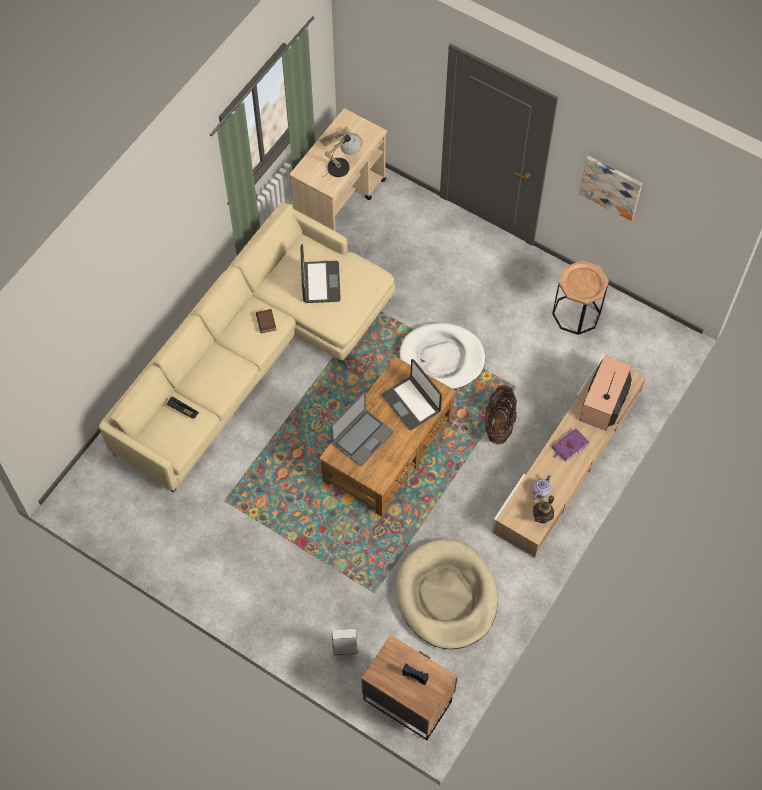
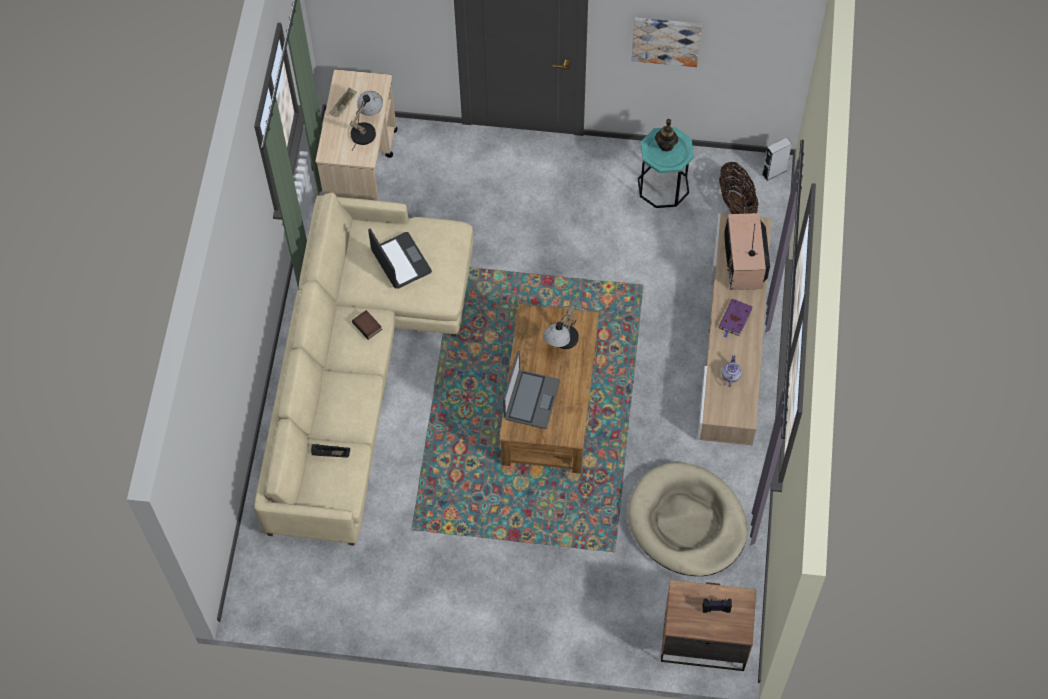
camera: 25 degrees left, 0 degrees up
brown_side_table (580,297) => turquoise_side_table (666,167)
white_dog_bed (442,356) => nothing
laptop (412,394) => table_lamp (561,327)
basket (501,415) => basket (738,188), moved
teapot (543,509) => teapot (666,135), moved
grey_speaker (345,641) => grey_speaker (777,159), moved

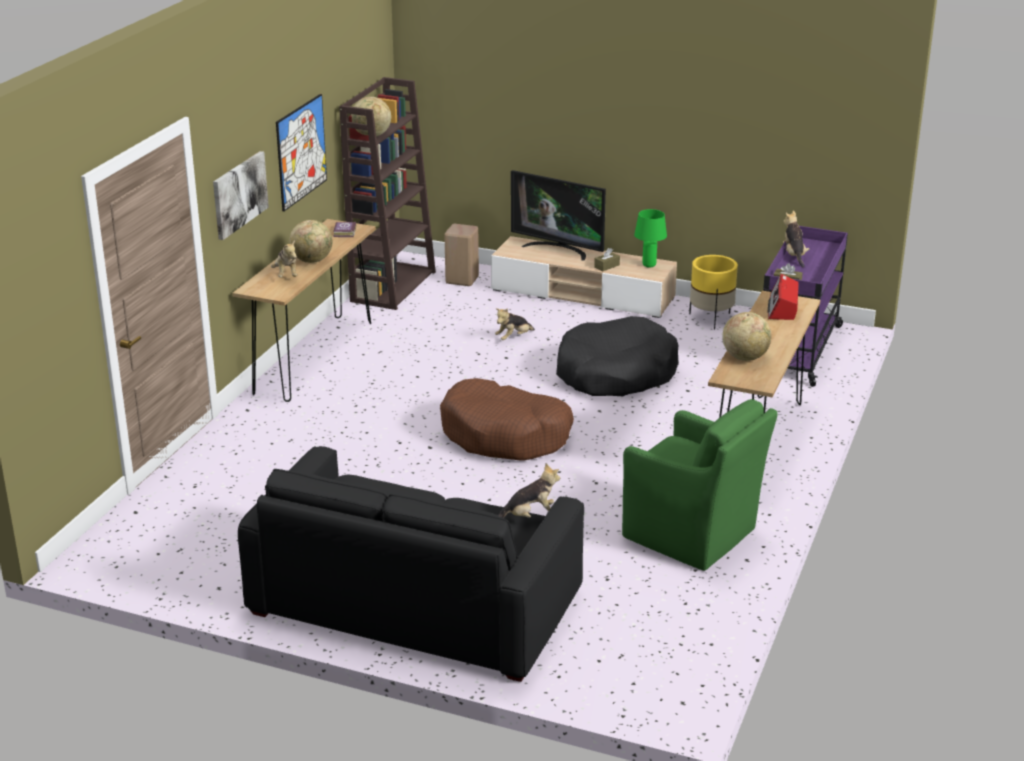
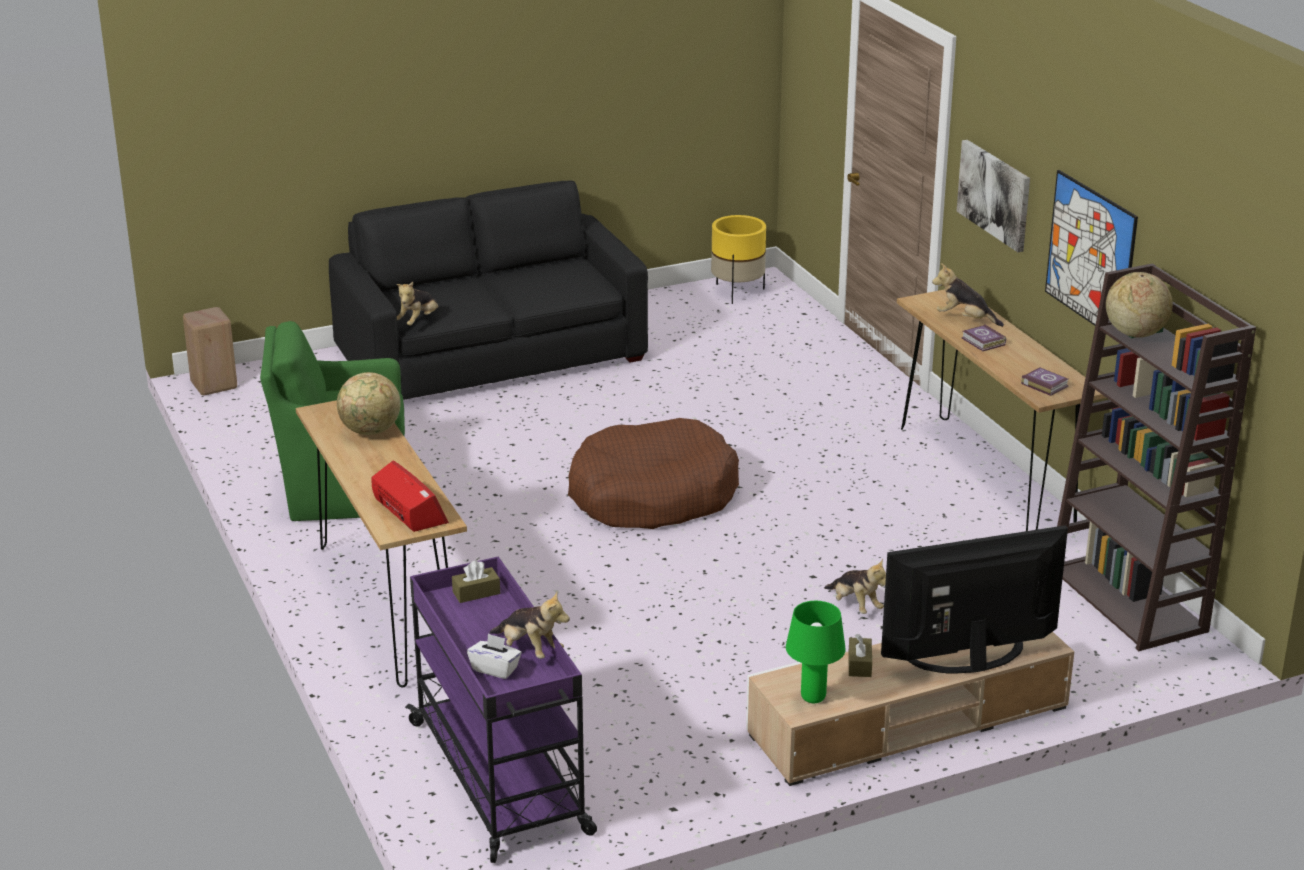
camera: 135 degrees right, 0 degrees up
globe (311,241) => book (984,337)
beige_stool (461,255) => beige_stool (210,351), moved
yellow_planter (713,292) => yellow_planter (738,259), moved
plush_toy (515,324) => plush_toy (855,586), 135 degrees clockwise
black_dog_bed (617,356) => nothing
nothing => white_tissue_box (494,656)

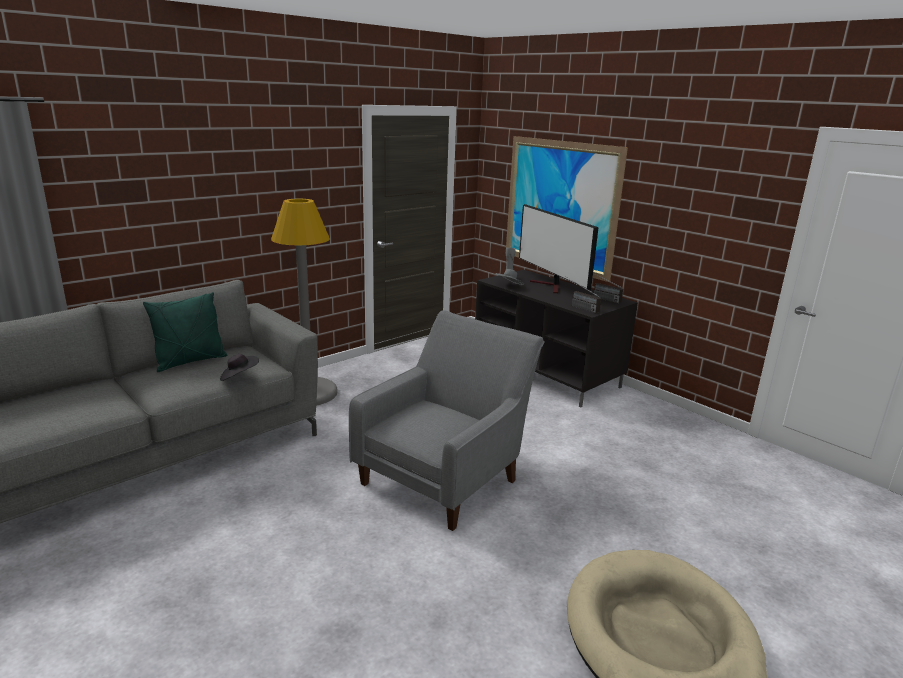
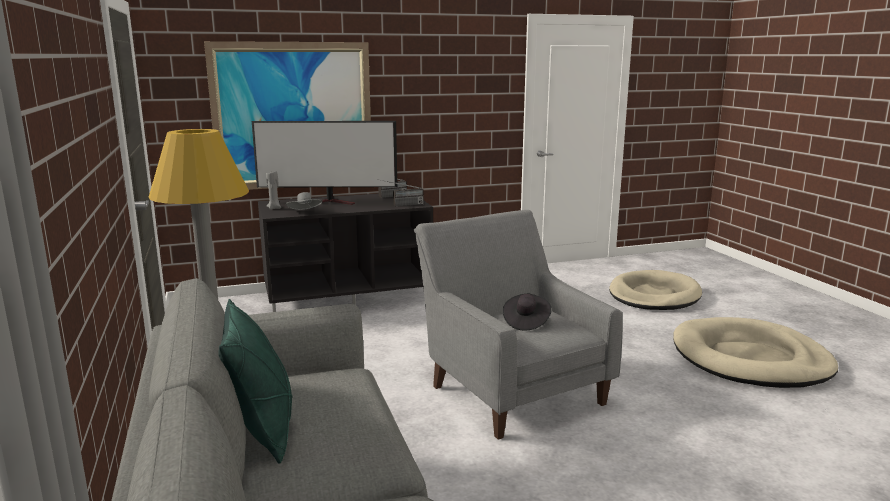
camera: 65 degrees left, 5 degrees down
black_hat (239,367) => black_hat (527,312), moved
nothing => beige_dog_bed (655,290)

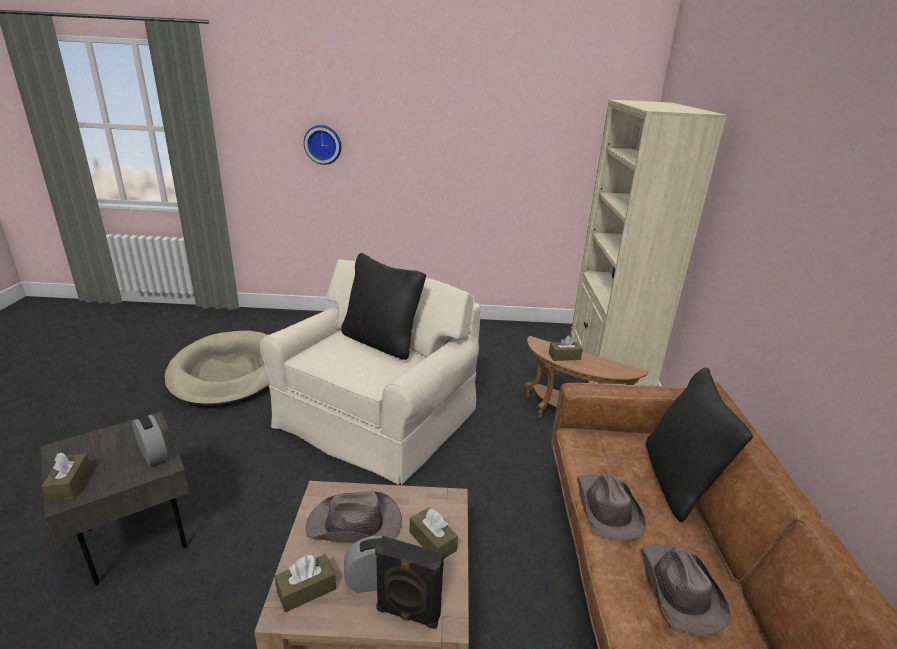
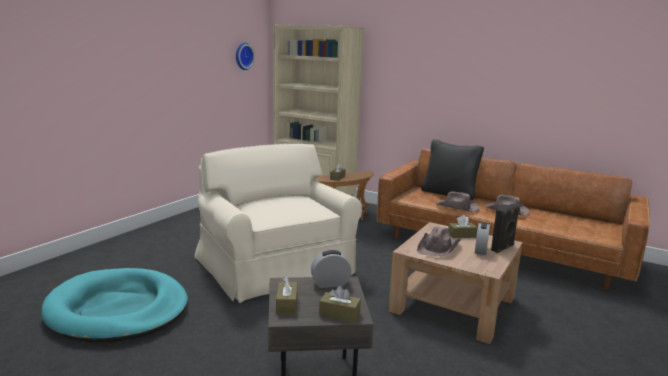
camera: 60 degrees left, 10 degrees down
wall_clock (322,145) => wall_clock (245,56), moved
black_pillow (383,306) => nothing
beige_dog_bed (217,369) => turquoise_dog_bed (114,305)
brown_tissue_box (305,583) => brown_tissue_box (286,295), moved

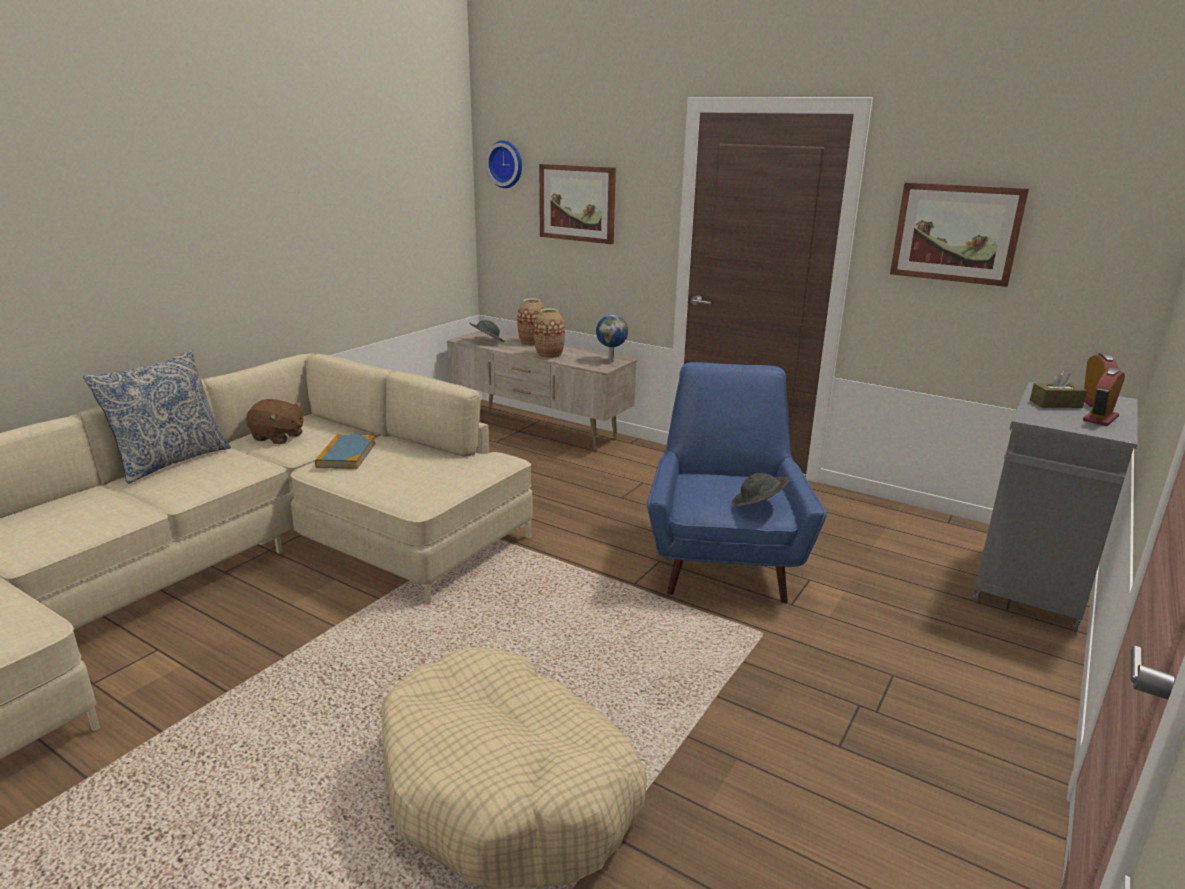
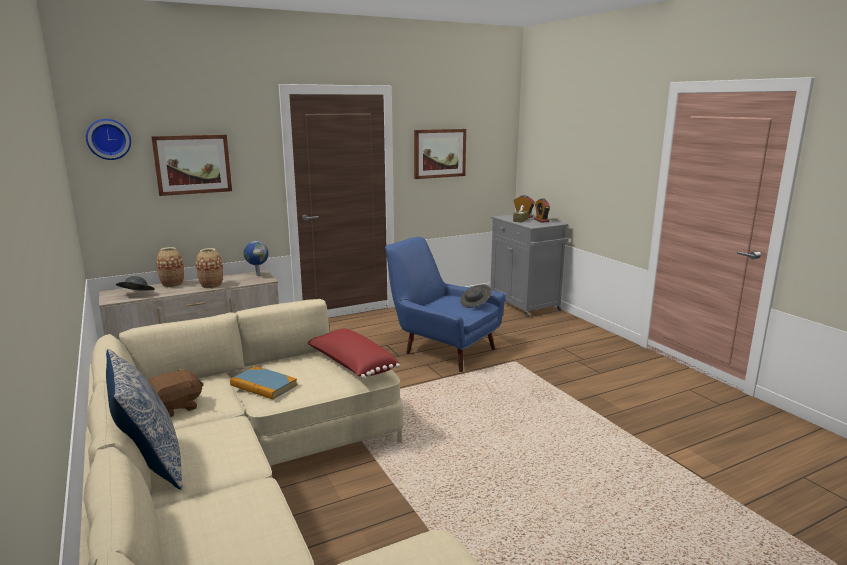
camera: 60 degrees left, 5 degrees down
beige_dog_bed (514,768) => nothing
nothing => red_pillow (353,353)

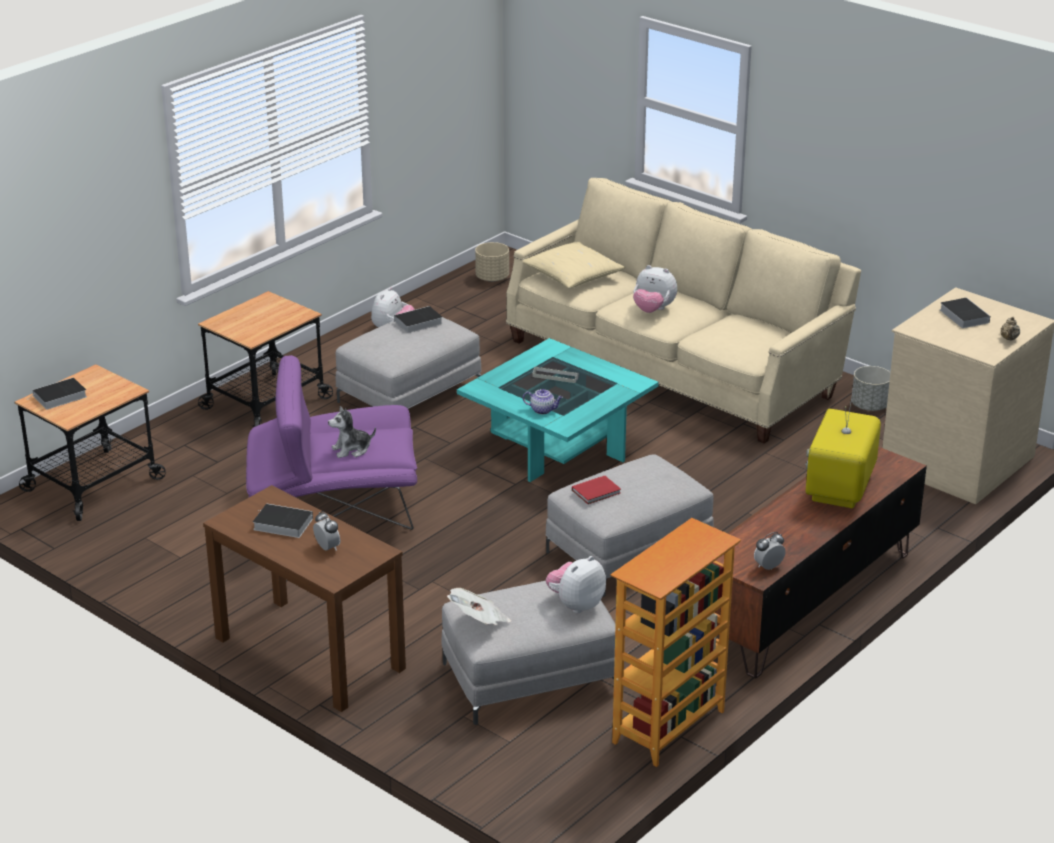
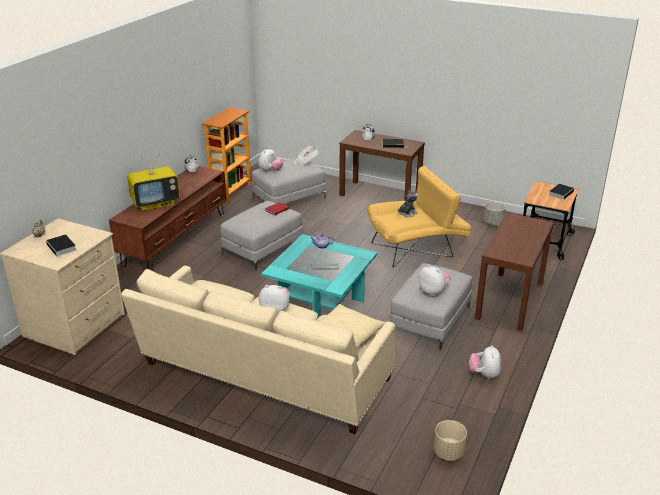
camera: 165 degrees right, 0 degrees up
cart (265,359) => brown_console_table (514,272)
book (416,319) => plush_toy (434,280)
purple_armchair (331,442) => yellow_armchair (419,216)
grey_planter (871,388) => grey_planter (495,213), moved
television (843,448) => television (153,183), 60 degrees clockwise

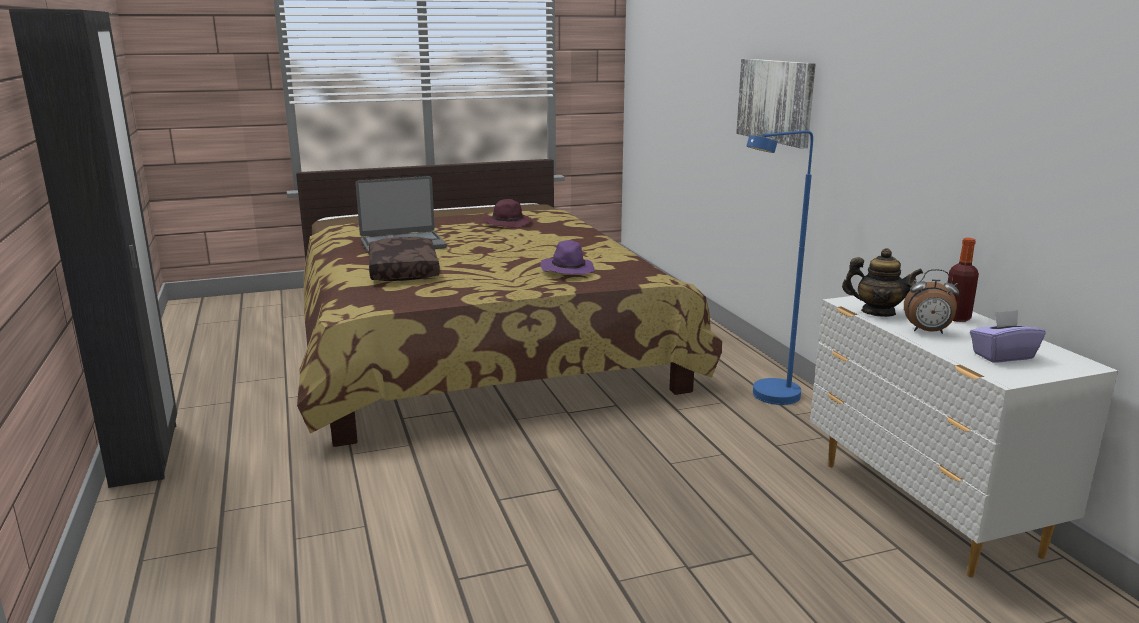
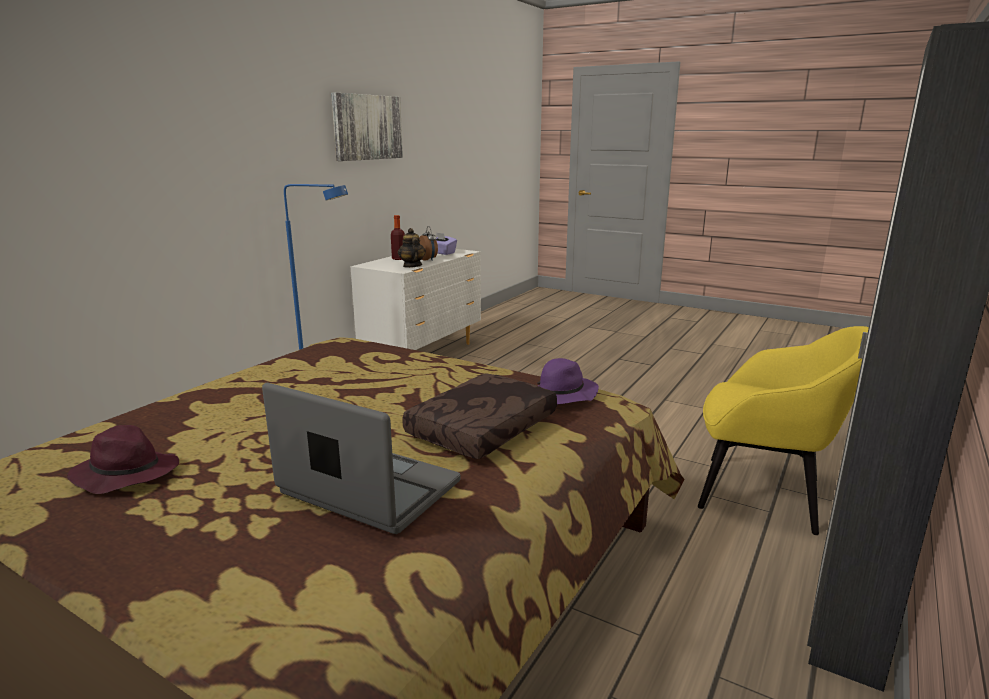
camera: 130 degrees left, 0 degrees up
picture (776,104) => picture (367,126), moved
purple_hat (567,257) => purple_hat (568,381), moved
nothing => yellow_armchair (783,430)

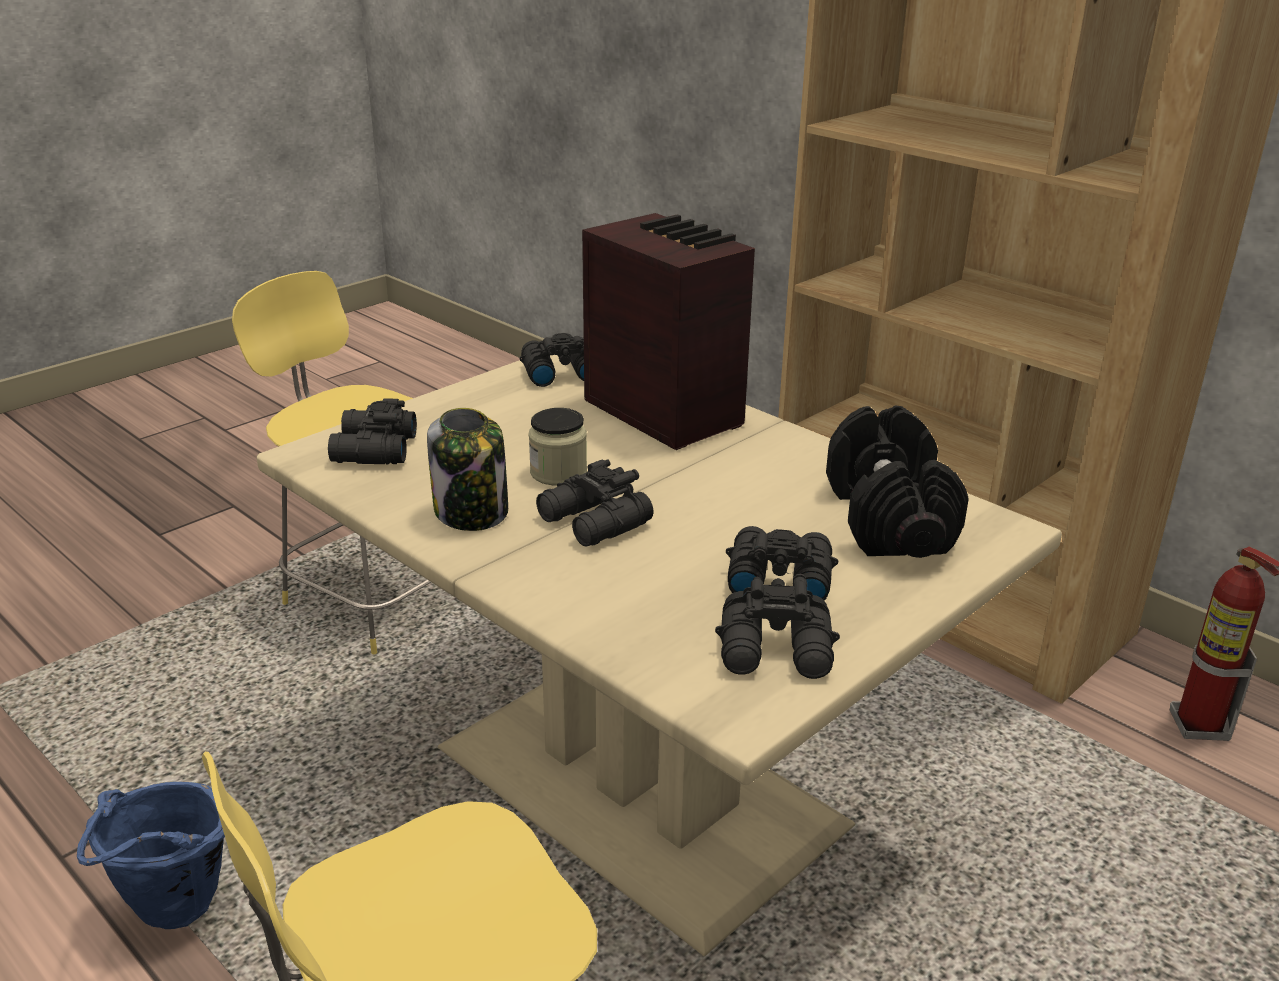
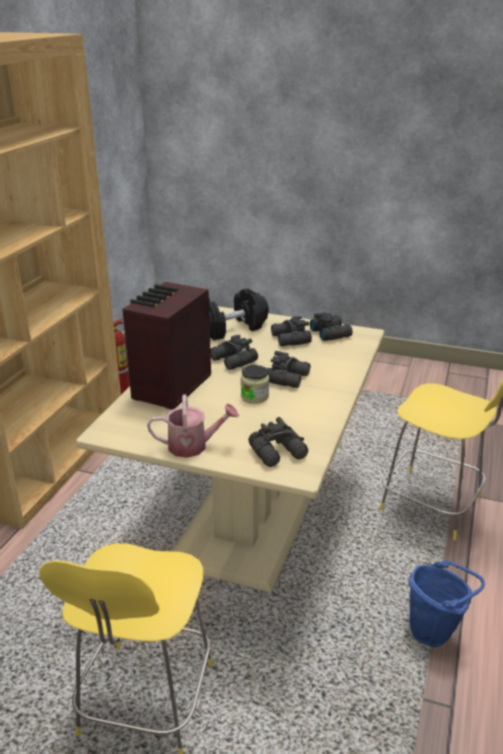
camera: 115 degrees left, 0 degrees up
black_binoculars (551,360) => black_binoculars (234,352), moved
jar (467,469) => nothing
nothing => watering_can (193,426)

